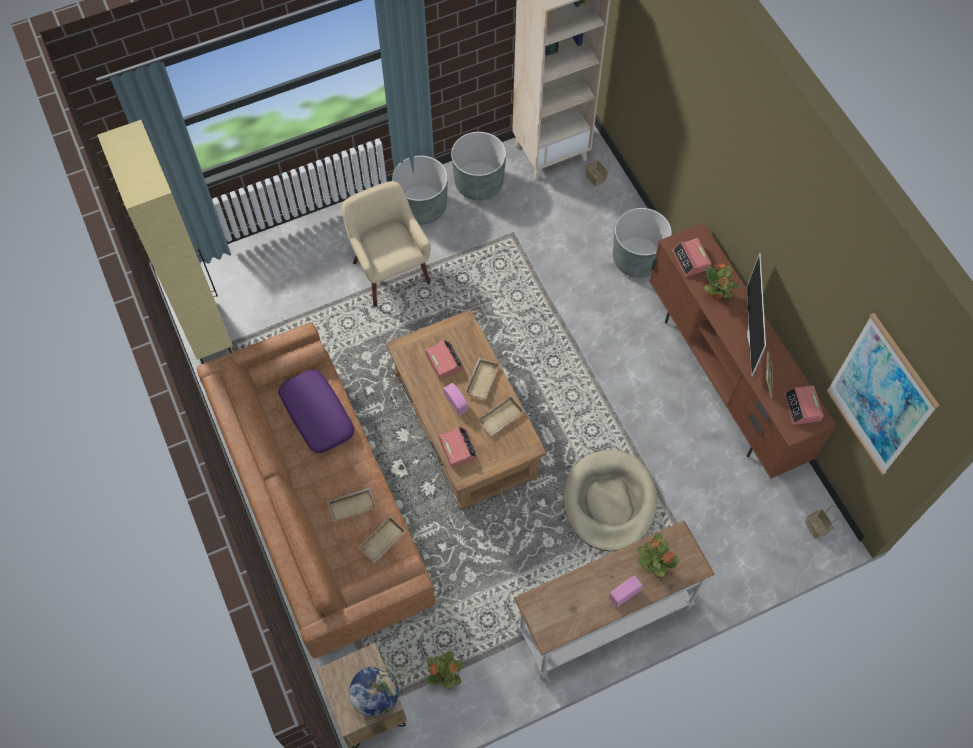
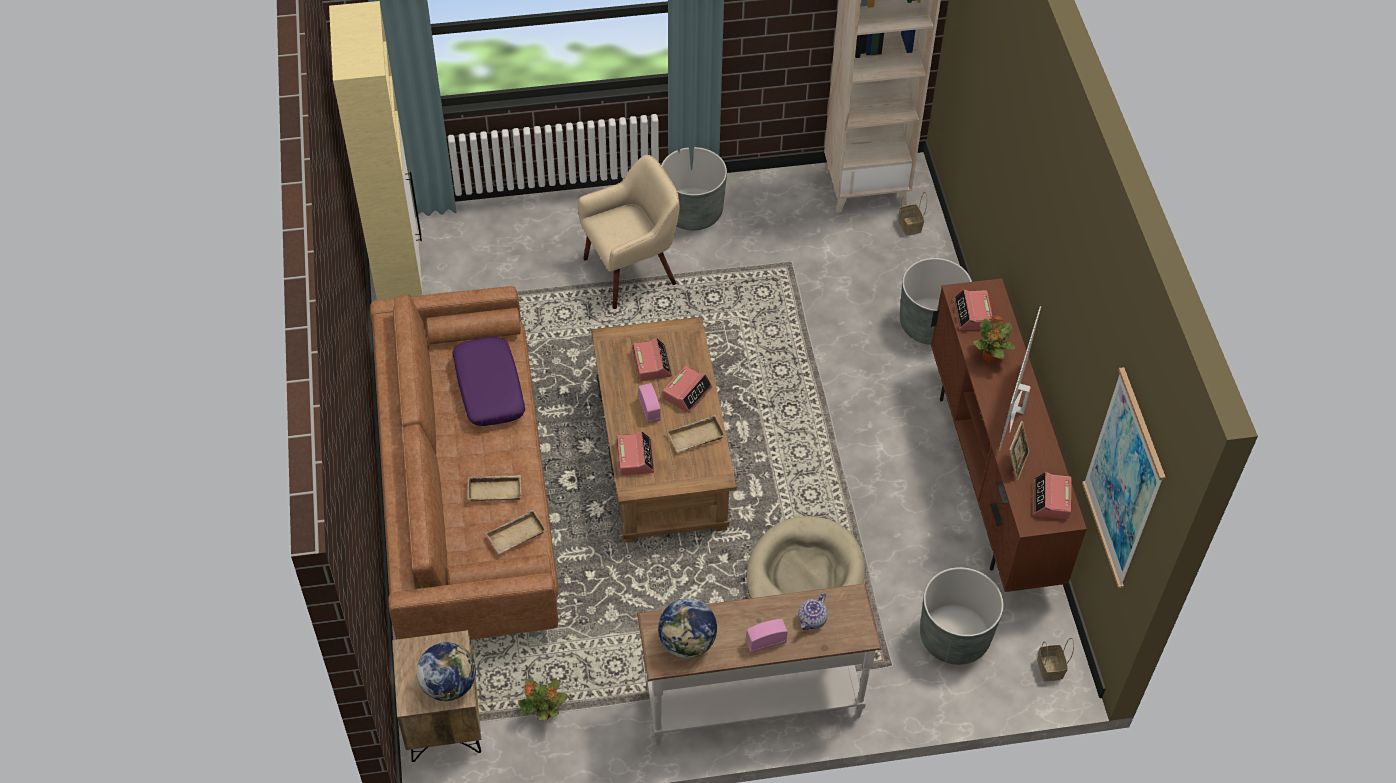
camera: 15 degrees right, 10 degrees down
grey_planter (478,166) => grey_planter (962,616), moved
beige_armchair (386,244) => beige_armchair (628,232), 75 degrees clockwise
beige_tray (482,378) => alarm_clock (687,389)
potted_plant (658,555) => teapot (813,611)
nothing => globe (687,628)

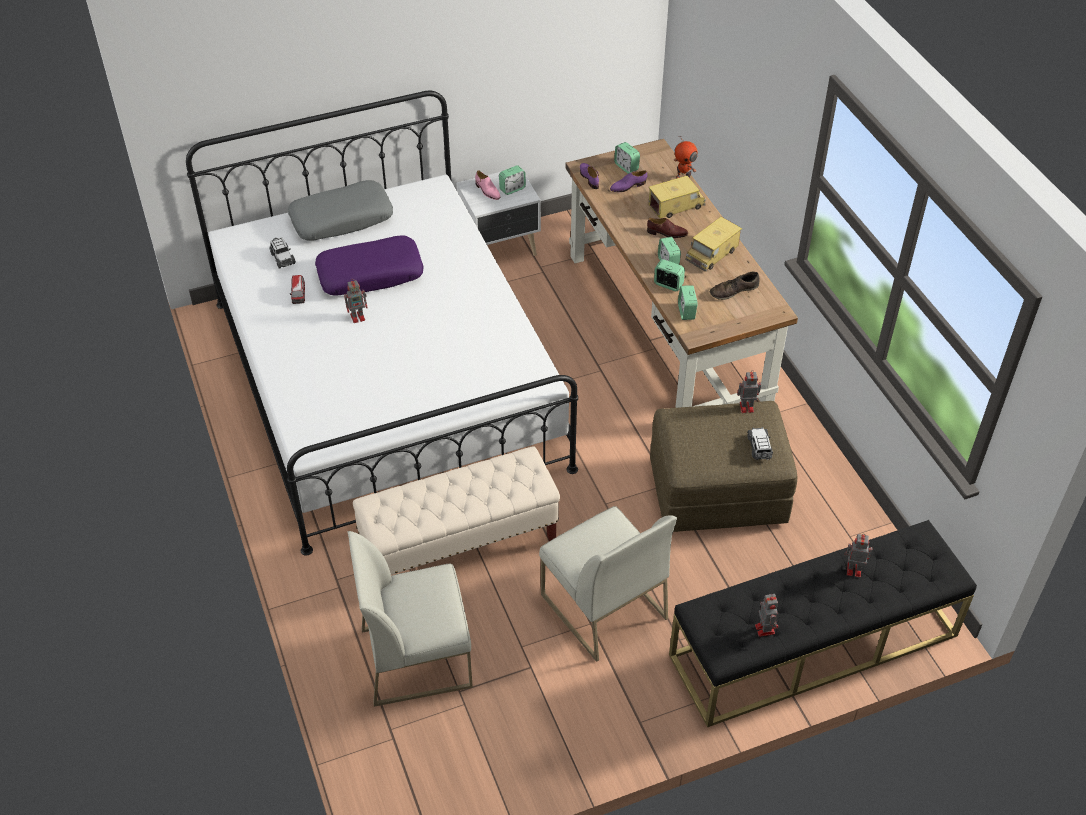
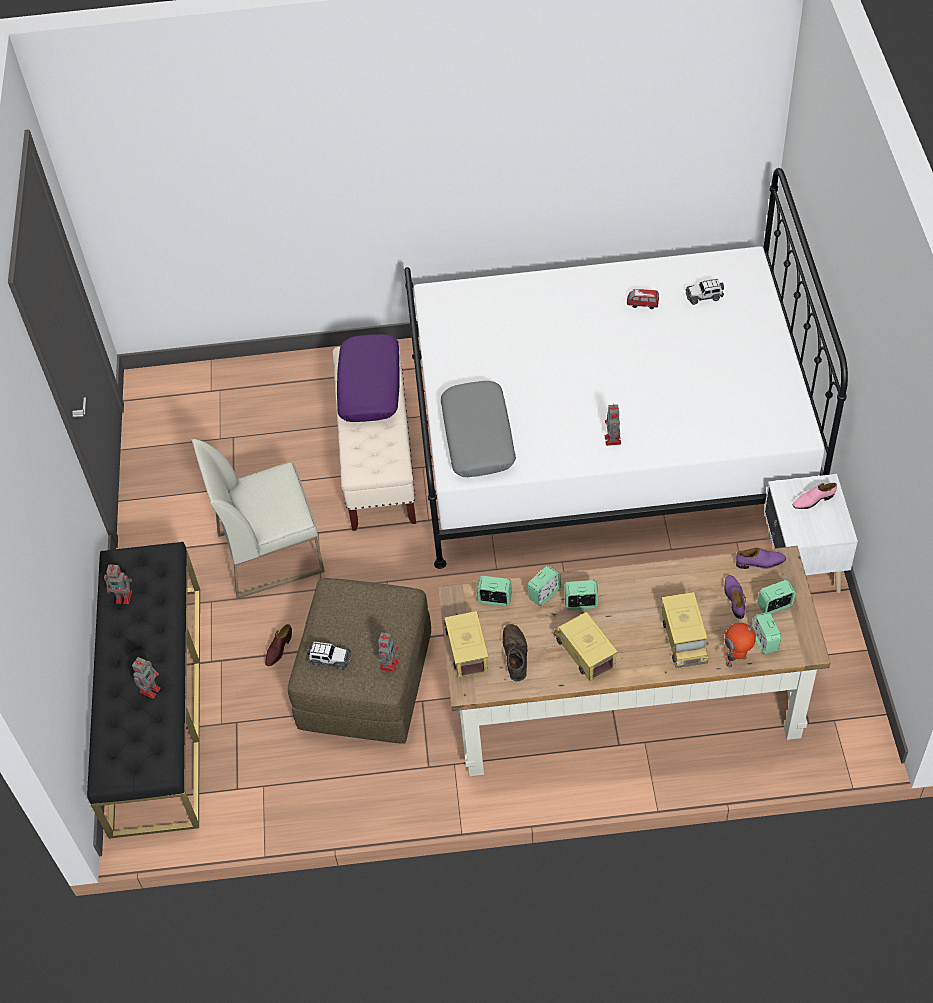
camera: 110 degrees right, 5 degrees up
alarm_clock (512,180) => alarm_clock (766,633), moved
grey_pillow (340,210) => grey_pillow (478,429), moved
brown_shoe (667,228) => brown_shoe (278,645), moved
purple_pillow (369,265) => purple_pillow (368,378), moved
toy_robot (356,301) => toy_robot (613,425), moved
white_chair (410,619) => nothing
nothing => toy_truck (466,644)

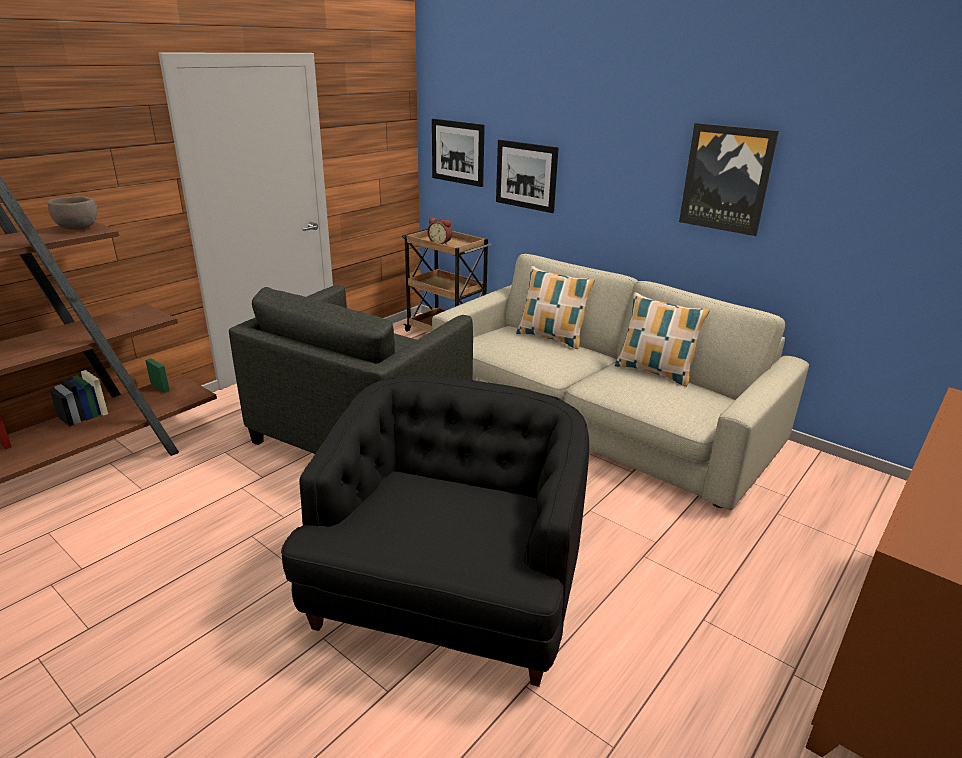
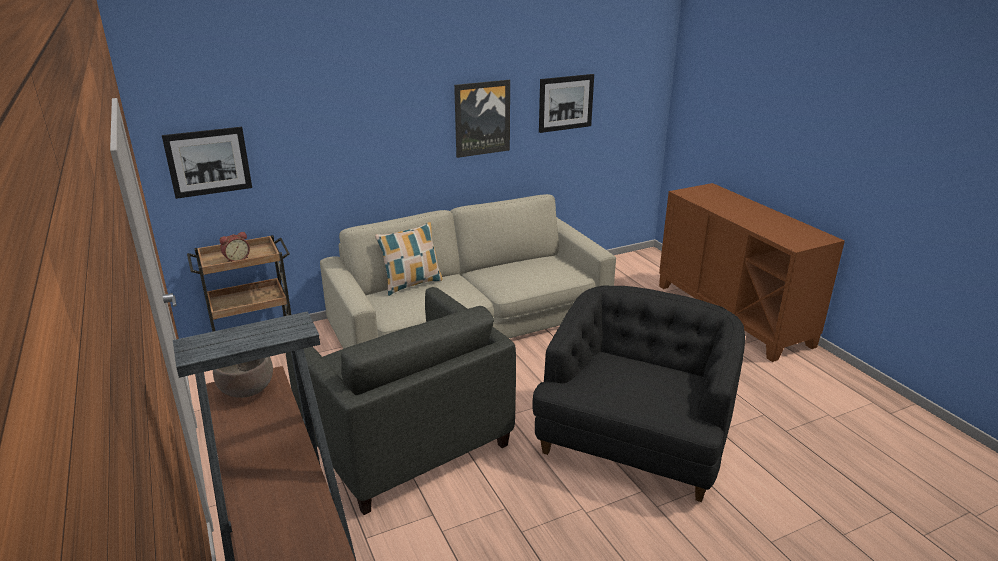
camera: 65 degrees left, 0 degrees up
picture (527,176) => picture (566,103), moved
pillow (662,339) => nothing
black_armchair (435,531) => black_armchair (638,394), 75 degrees clockwise

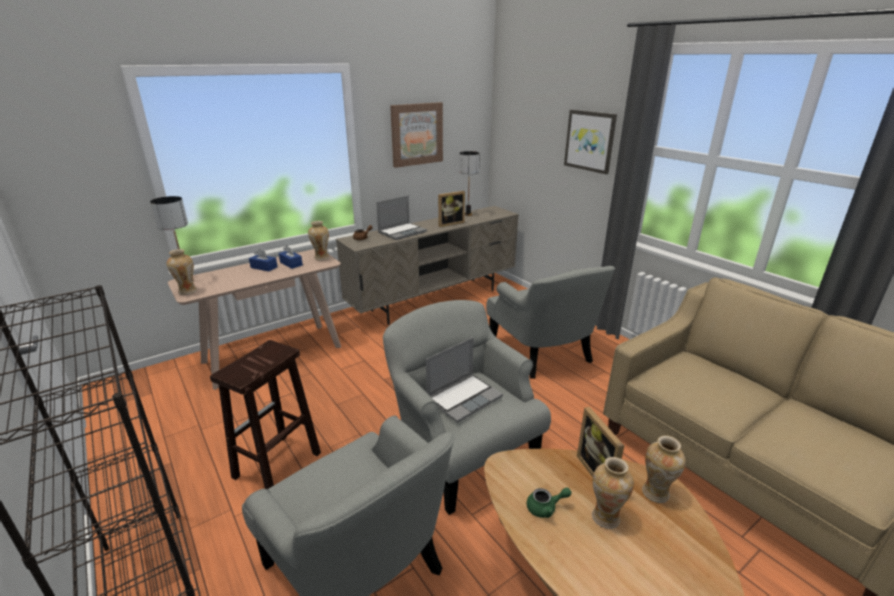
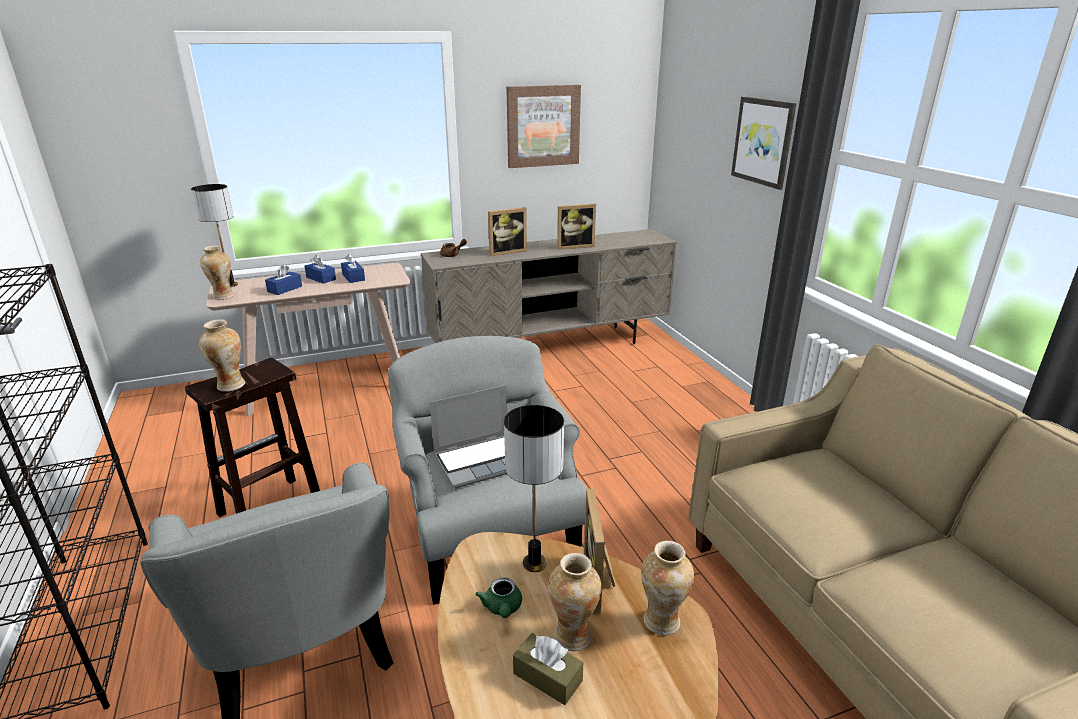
camera: 15 degrees right, 0 degrees up
table_lamp (469,183) => table_lamp (534,488), moved
laptop (401,217) => picture_frame (507,231)
vase (318,241) => vase (222,355), moved
grey_armchair (550,322) => nothing
green_teapot (549,503) => green_teapot (498,597), 75 degrees clockwise
nothing => blue_tissue_box (283,280)
nothing => brown_tissue_box (548,669)

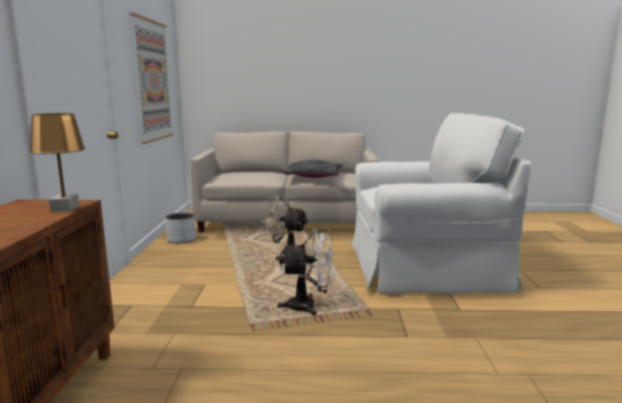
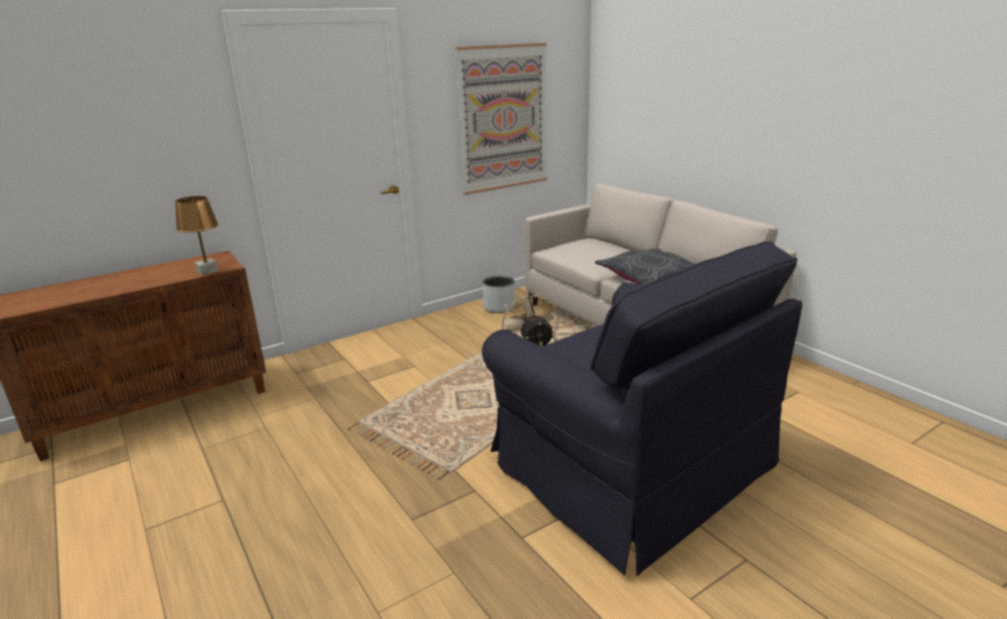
camera: 55 degrees right, 10 degrees up
white_armchair (441,203) => black_armchair (642,408)
white_fan (305,271) => nothing

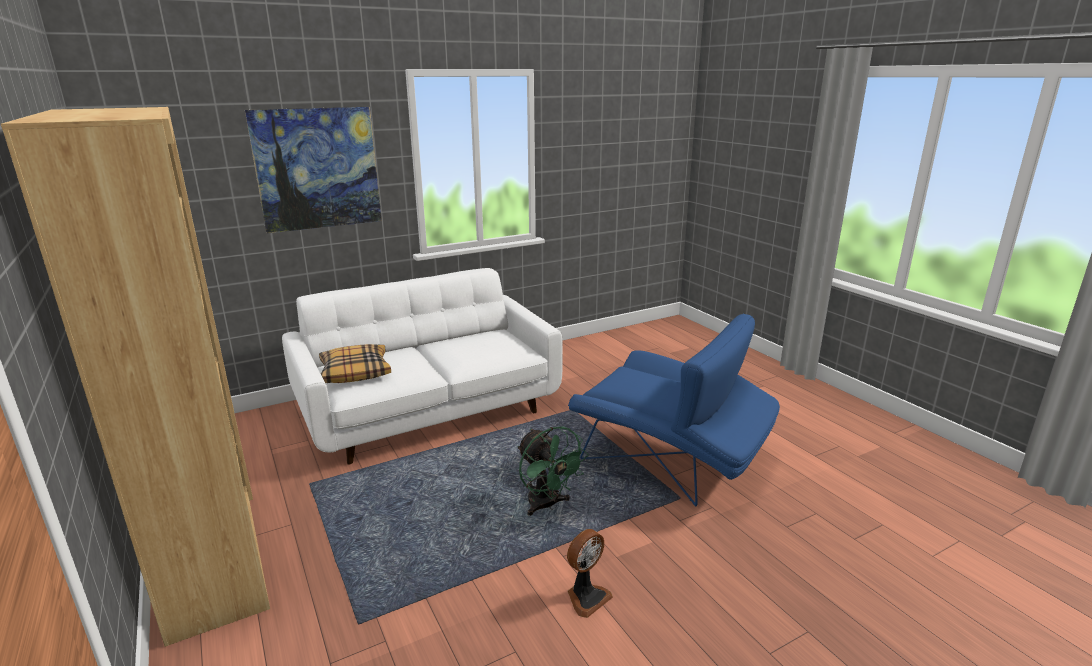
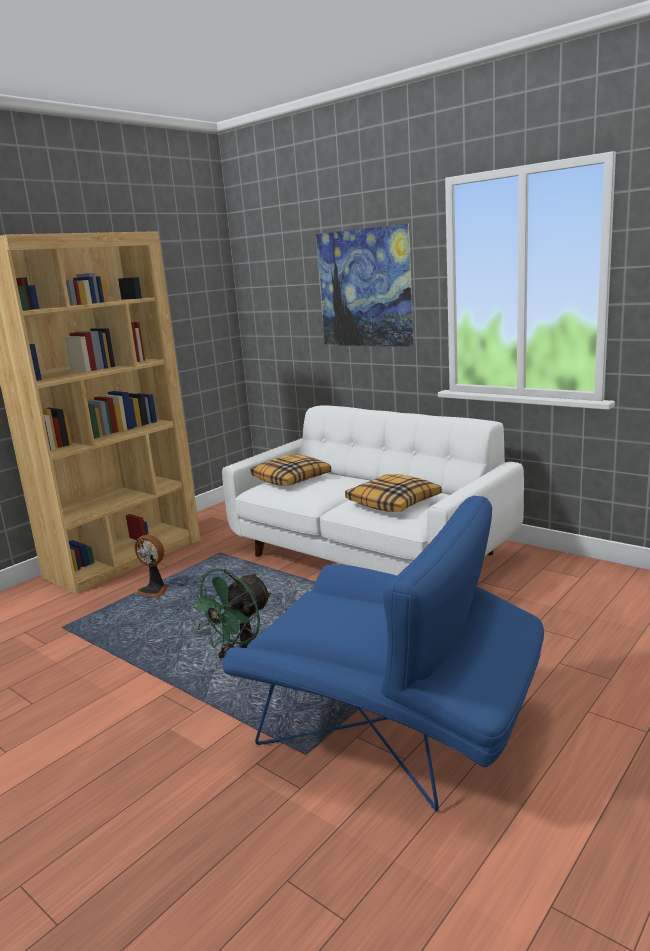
camera: 70 degrees right, 5 degrees down
blue_armchair (674,410) => blue_armchair (383,653), 75 degrees counterclockwise
fan (590,573) => fan (151,566), moved
nothing => pillow (393,493)

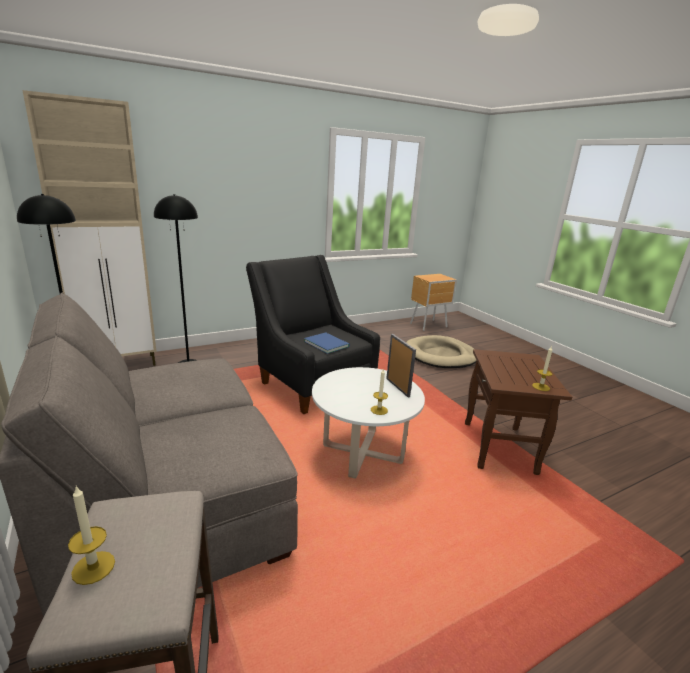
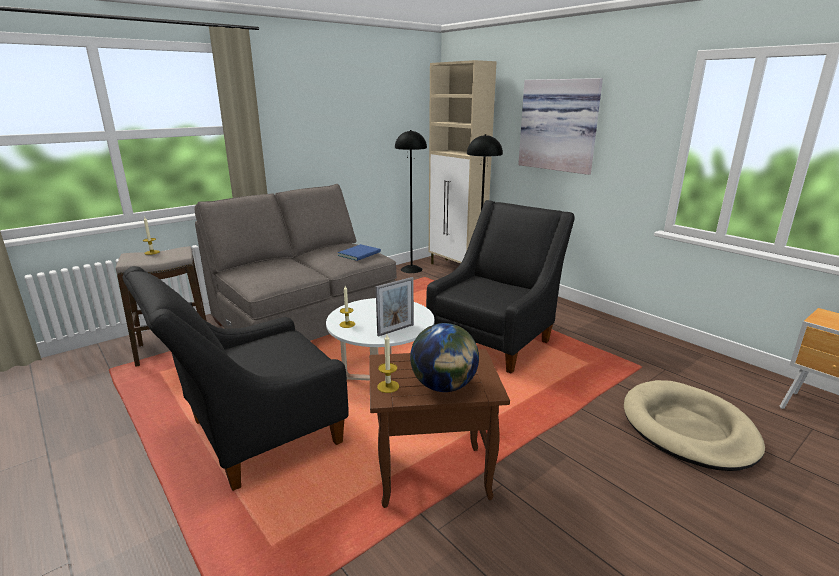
camera: 80 degrees right, 0 degrees up
blue_book (327,343) => blue_book (359,252), moved
nothing => picture (560,126)
nothing => black_armchair (235,378)
nothing => globe (444,357)

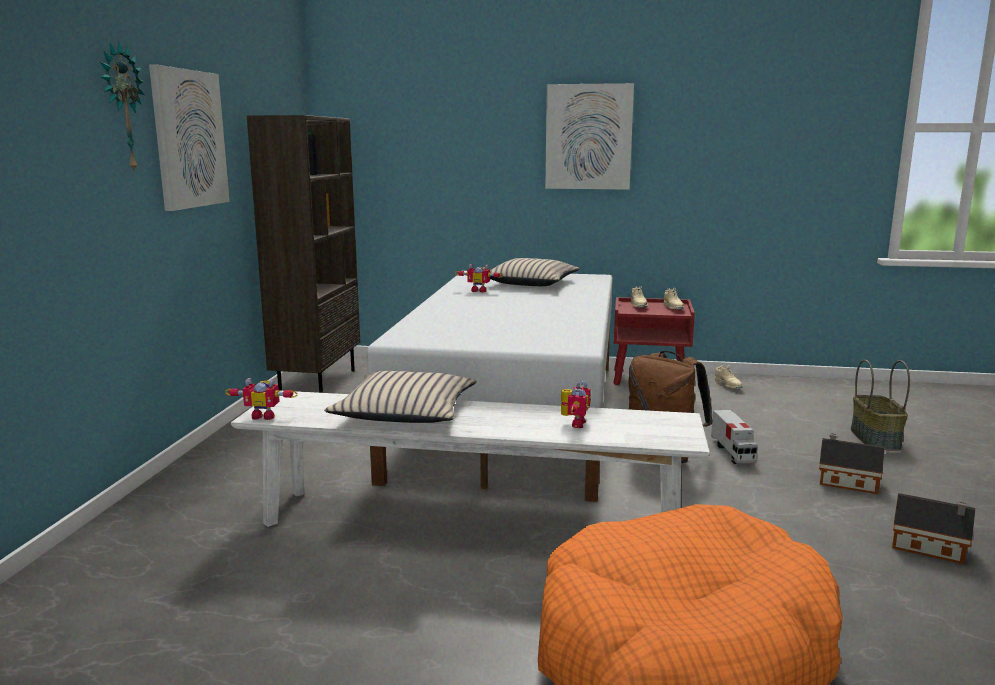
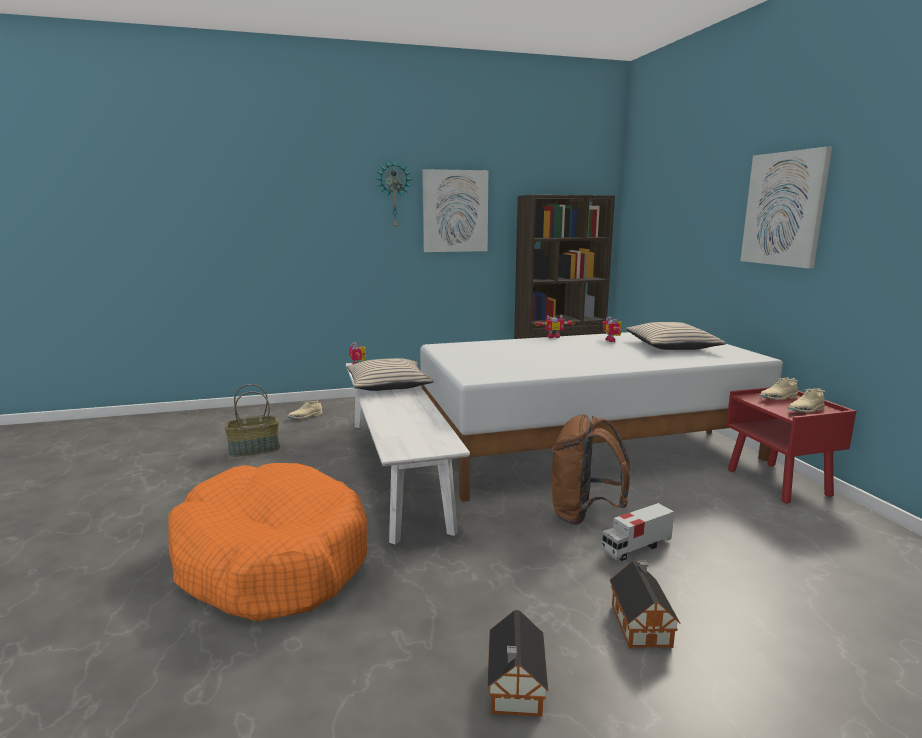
camera: 65 degrees right, 0 degrees up
basket (880,405) => basket (252,420), moved
beige_shoe (729,377) => beige_shoe (304,409), moved
toy_robot (576,404) => toy_robot (554,326), moved

